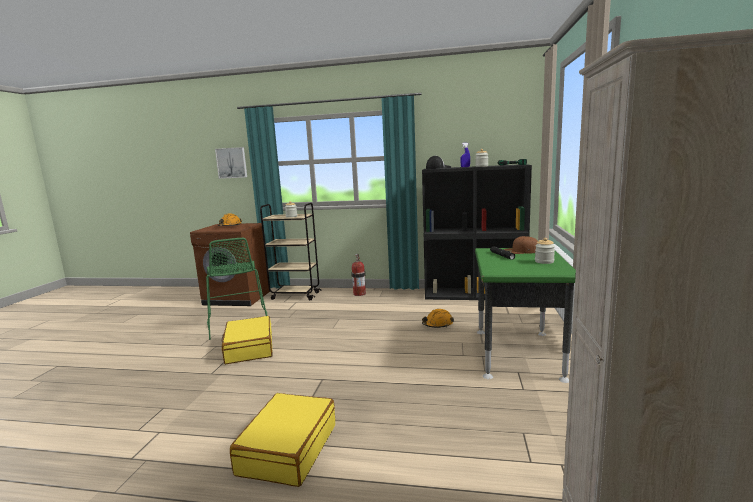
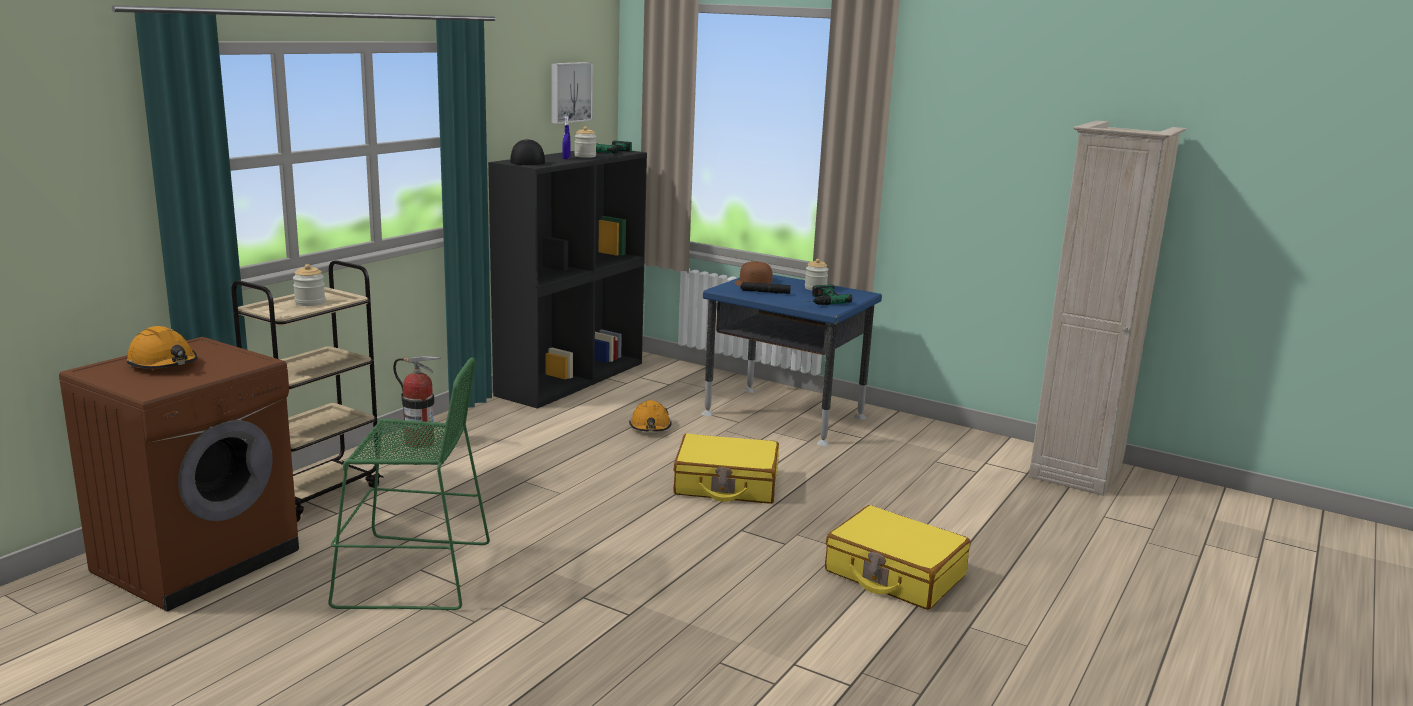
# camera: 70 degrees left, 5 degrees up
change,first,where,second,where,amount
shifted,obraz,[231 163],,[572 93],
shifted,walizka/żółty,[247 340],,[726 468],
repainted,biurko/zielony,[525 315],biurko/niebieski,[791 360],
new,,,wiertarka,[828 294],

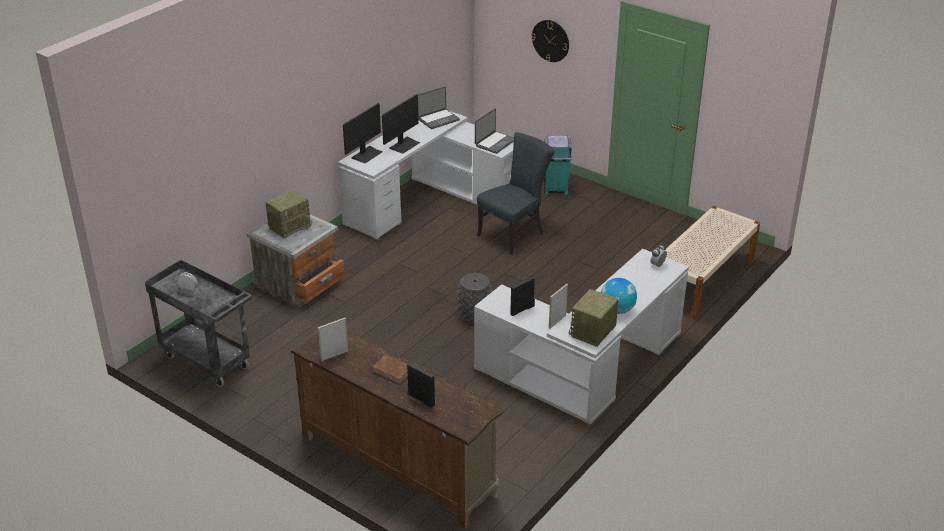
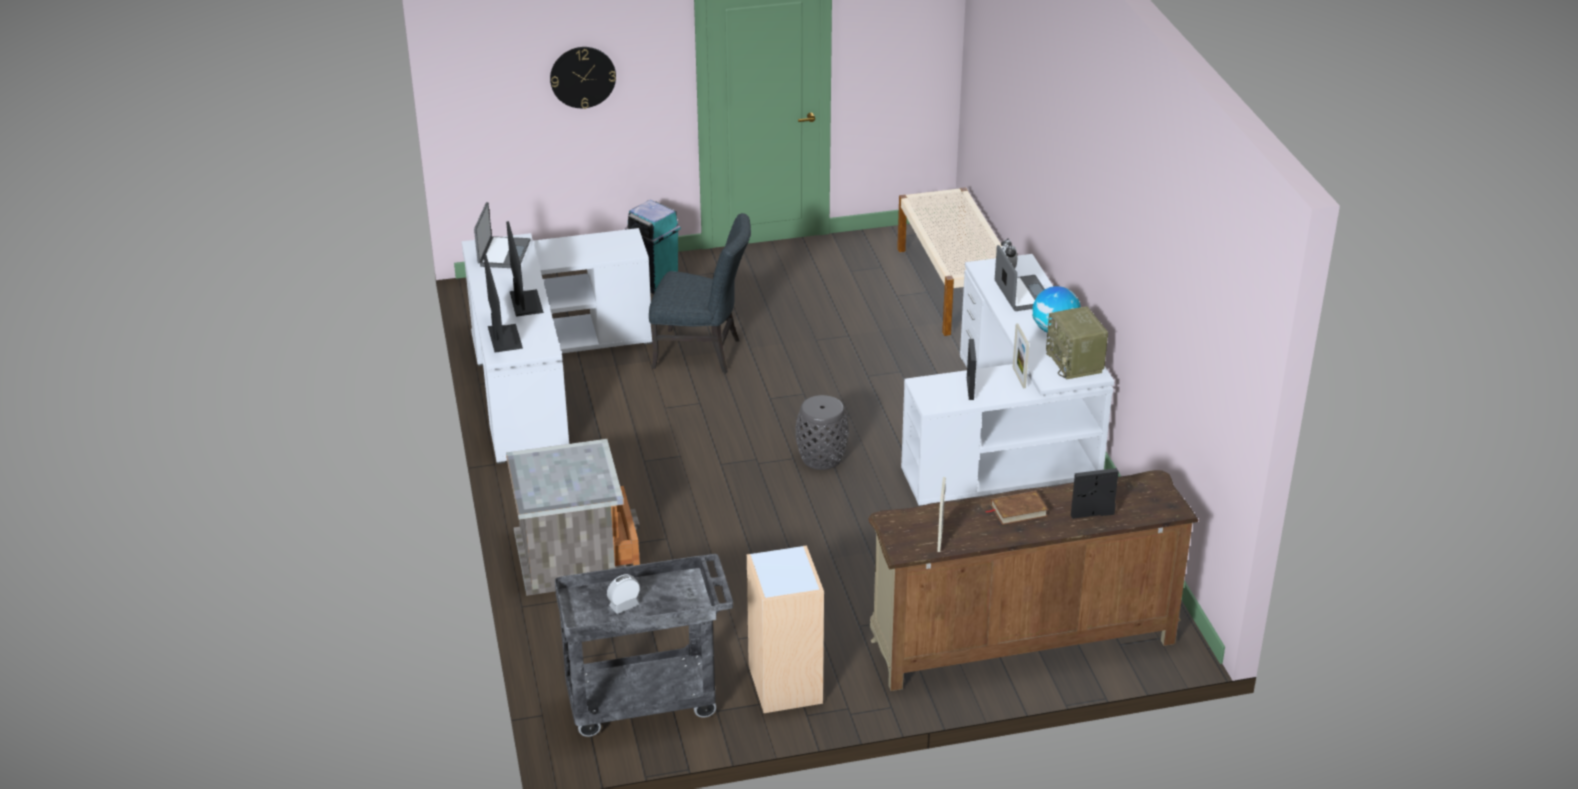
# camera: 50 degrees left, 0 degrees up
change,first,where,second,where,amount
rotated,krzesło/szary,[516 193],,[700 293],105 degrees clockwise
new,,,regał,[785 629],
shifted,laptop,[494 131],,[1020 278],
gone,radio,[288 214],,,

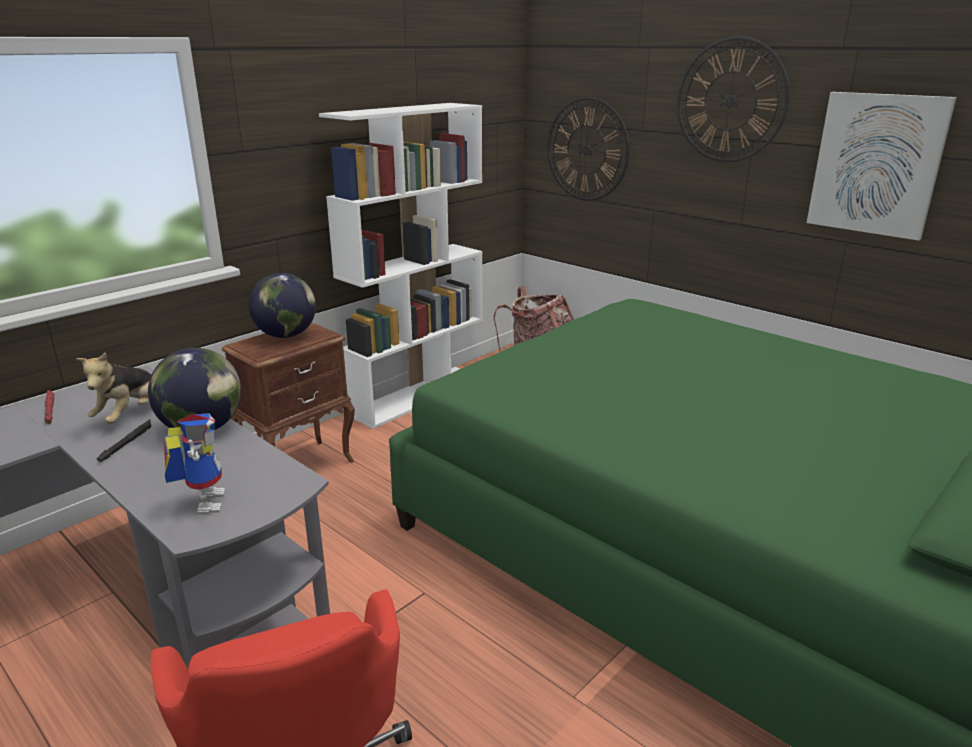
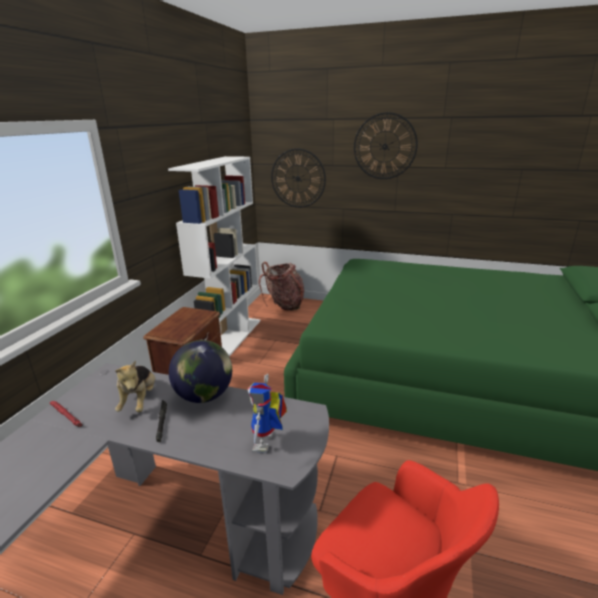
# camera: 25 degrees left, 0 degrees up
change,first,where,second,where,amount
rotated,robot zabawkowy,[194 464],,[267 413],135 degrees counterclockwise
gone,globus,[282 305],,,
gone,obraz,[881 166],,,

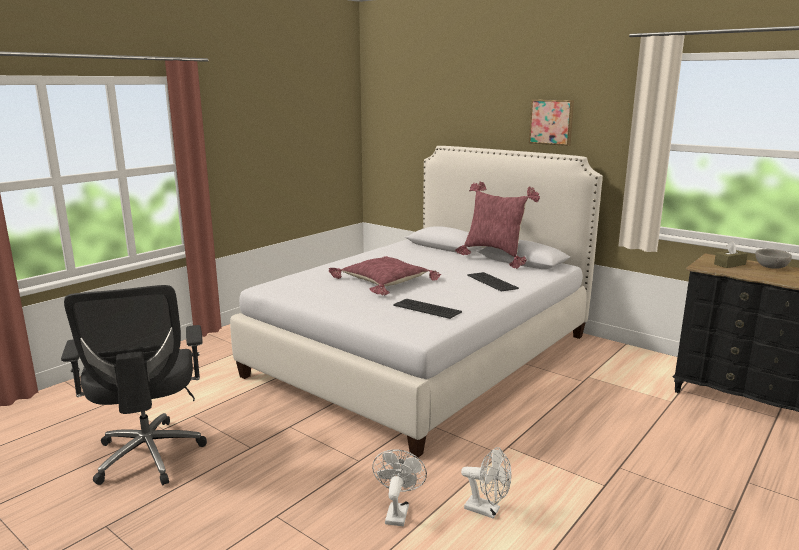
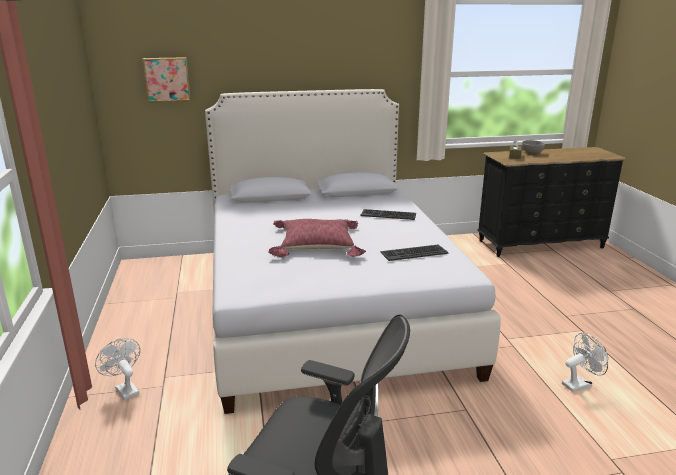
# camera: 50 degrees left, 5 degrees up
change,first,where,second,where,amount
shifted,wentylator/biały,[399 487],,[117 369],
shifted,obraz,[551 122],,[167 79],
gone,poduszka/czerwony,[497 225],,,

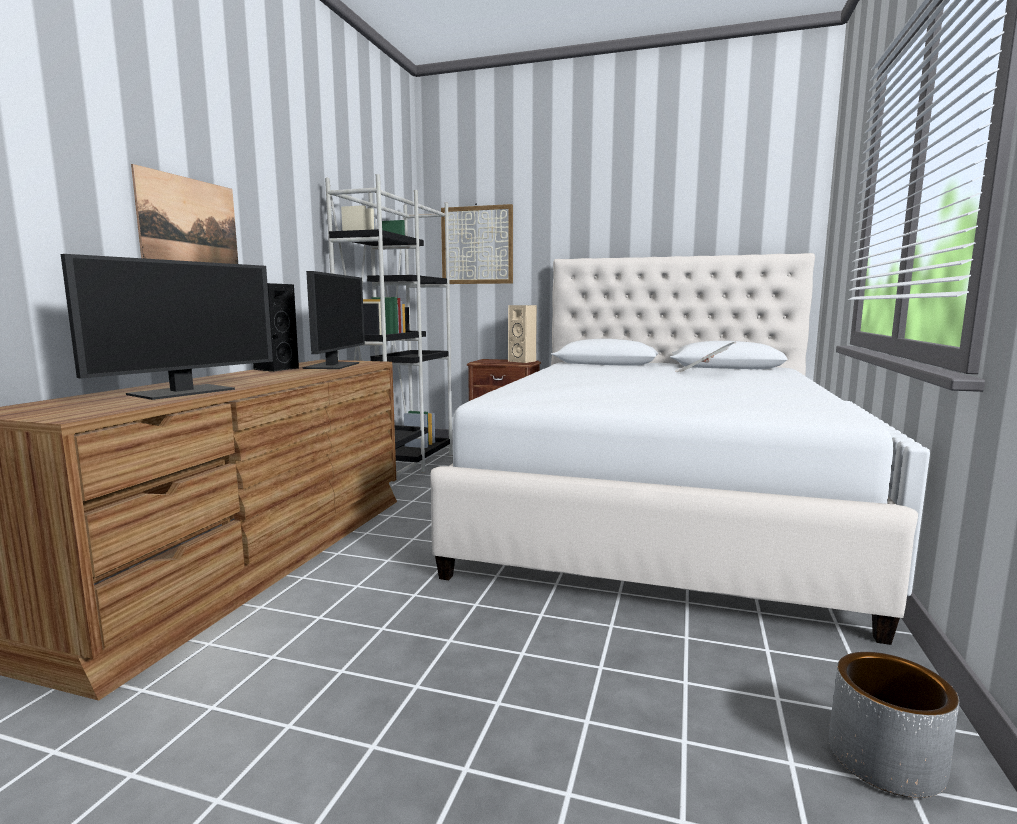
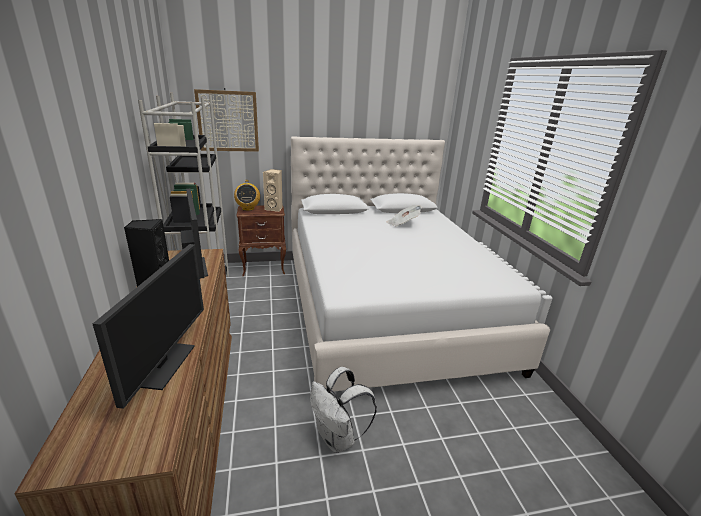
# camera: 30 degrees left, 15 degrees up
change,first,where,second,where,amount
new,,,radio,[247 195],
new,,,plecak/biały,[343 410],
gone,obraz,[184 214],,,
gone,donica/szary,[894 725],,,

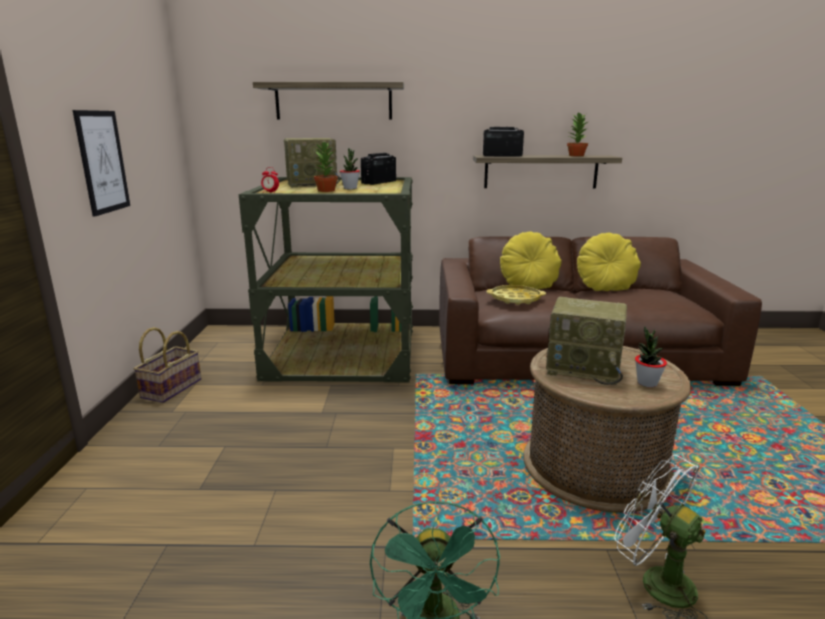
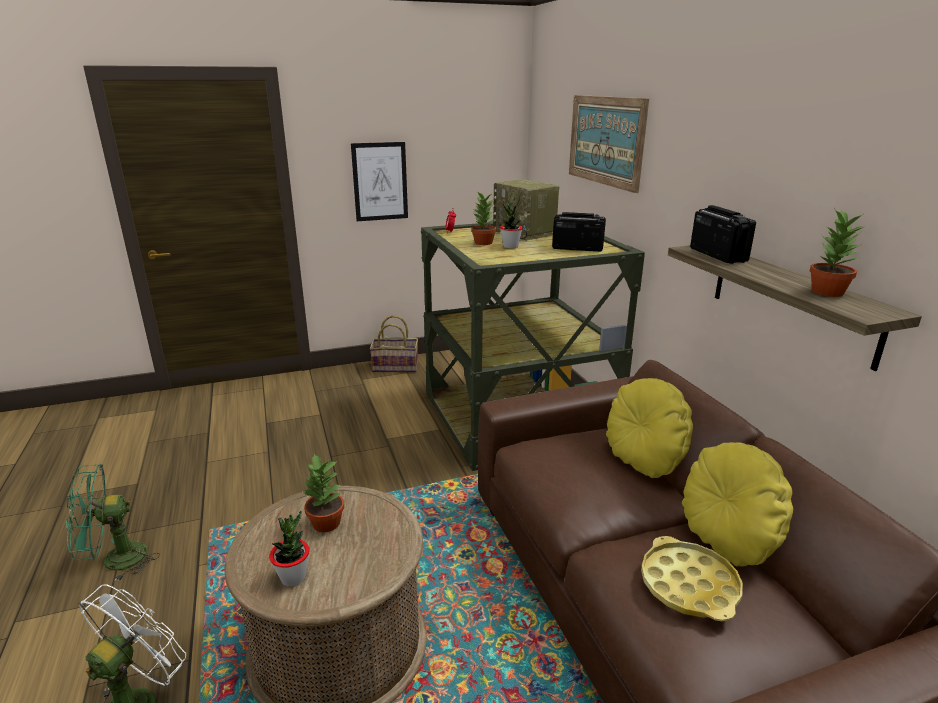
# camera: 70 degrees right, 5 degrees up
change,first,where,second,where,amount
swapped,radio,[586 341],roślina doniczkowa,[323 493],
swapped,półka,[328 100],obraz,[609 144],
shifted,taca/żółty,[516 295],,[692 578],

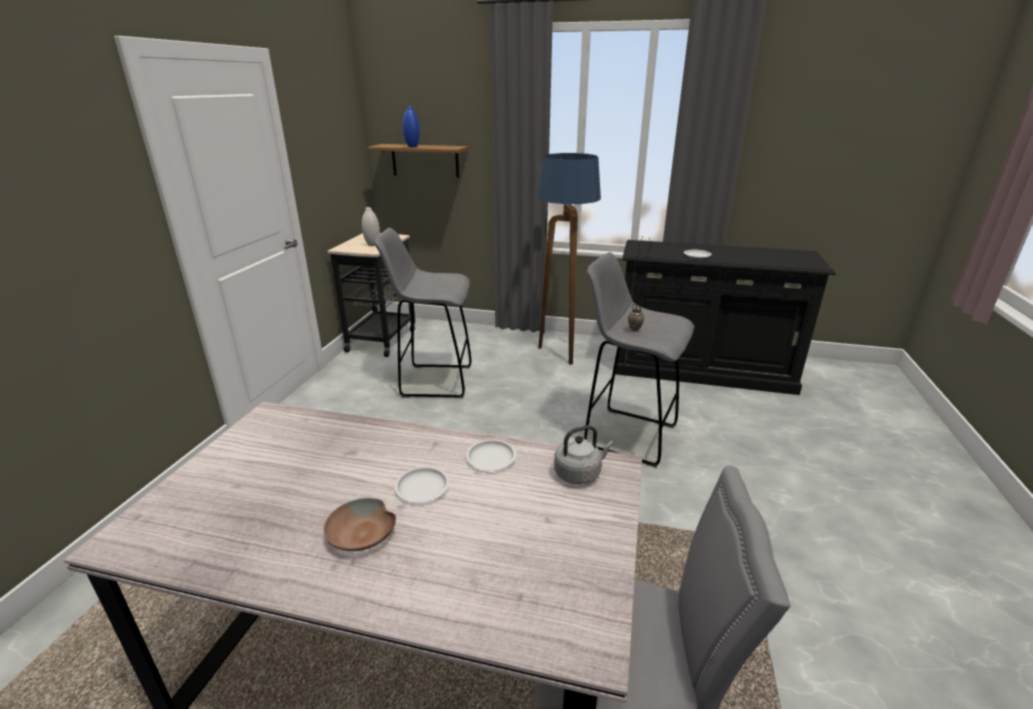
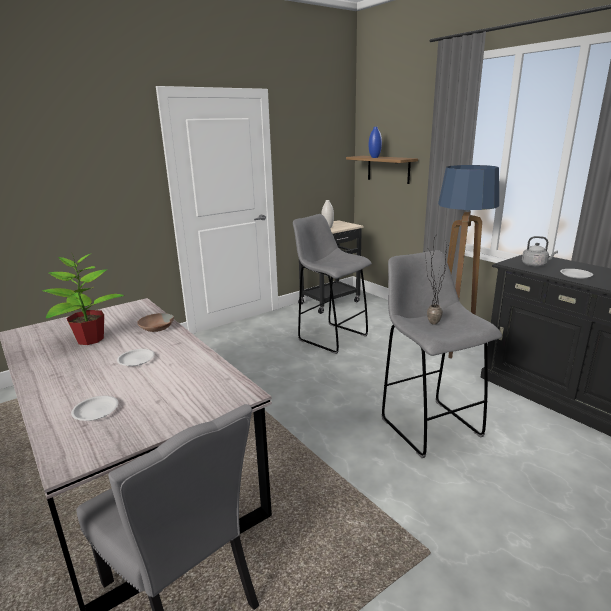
# camera: 40 degrees right, 5 degrees down
change,first,where,second,where,amount
new,,,roślina doniczkowa,[83 299],
shifted,talerz/biały,[491 454],,[94 408],
shifted,miska/brązowy,[359 524],,[155 322],
shifted,czajnik/szary,[584 454],,[540 251],

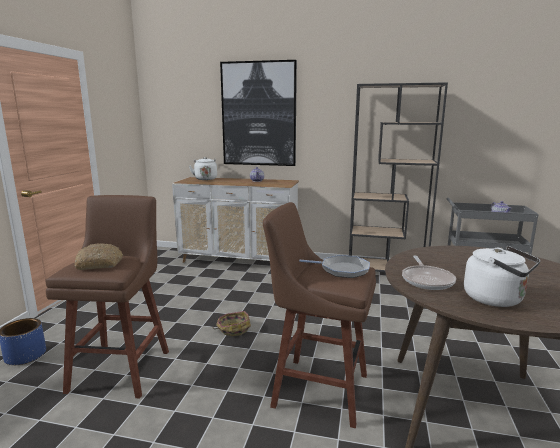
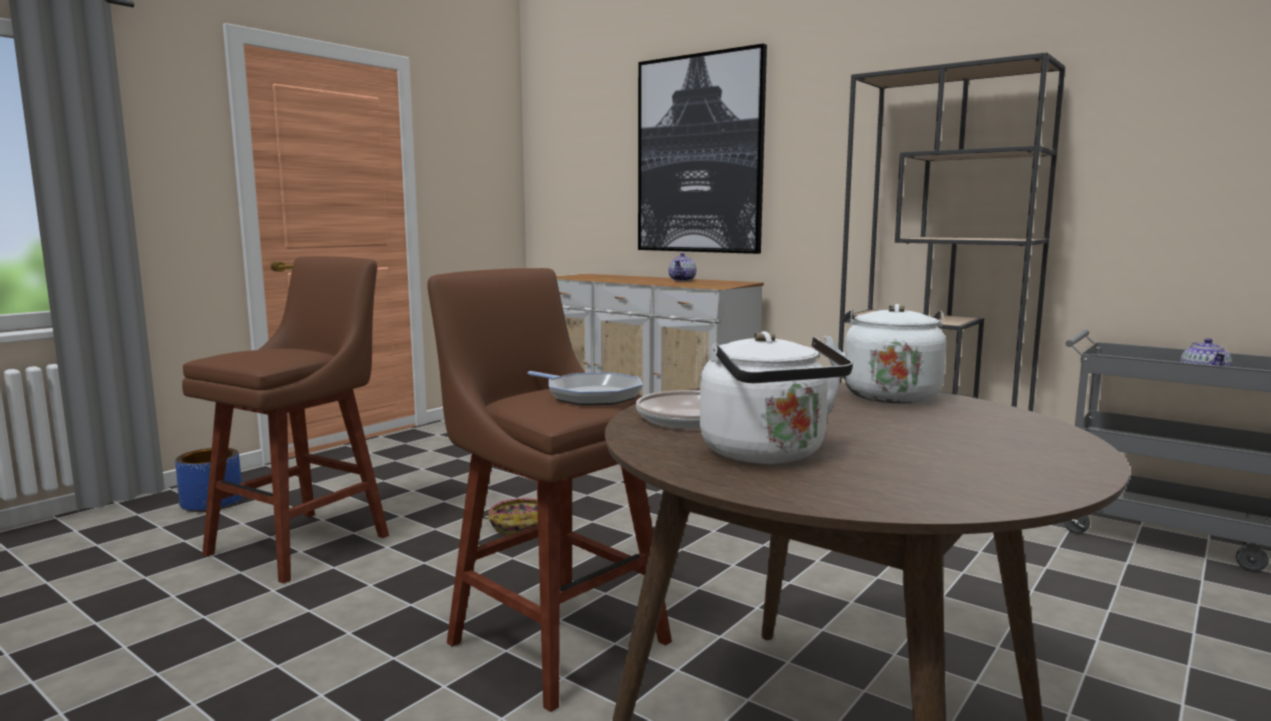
# camera: 25 degrees right, 5 degrees down
change,first,where,second,where,amount
shifted,czajnik/biały,[203 168],,[885 353],
gone,chleb,[99 256],,,

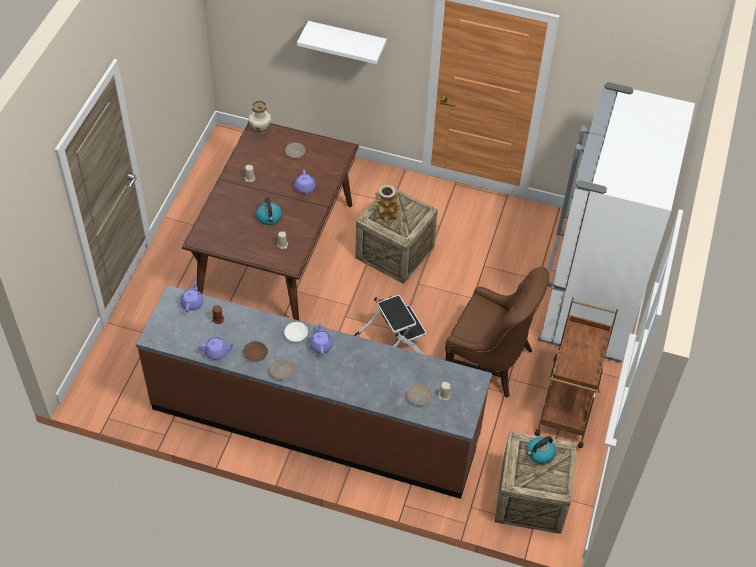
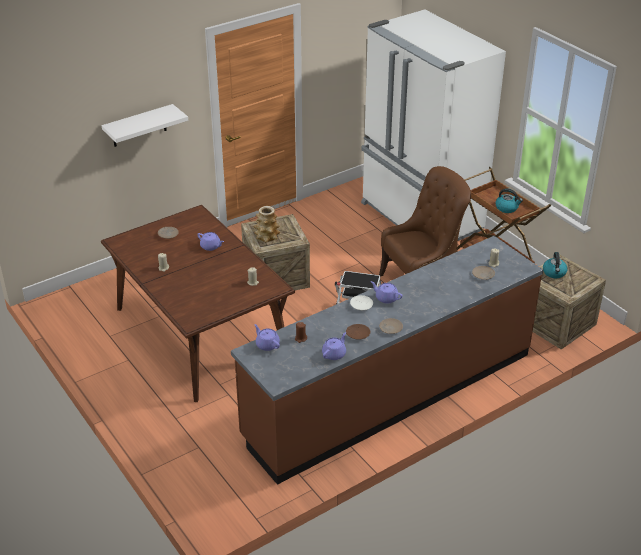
# camera: 50 degrees left, 15 degrees down
change,first,where,second,where,amount
shifted,czajnik,[269 211],,[509 200],
gone,wazon,[260 117],,,

